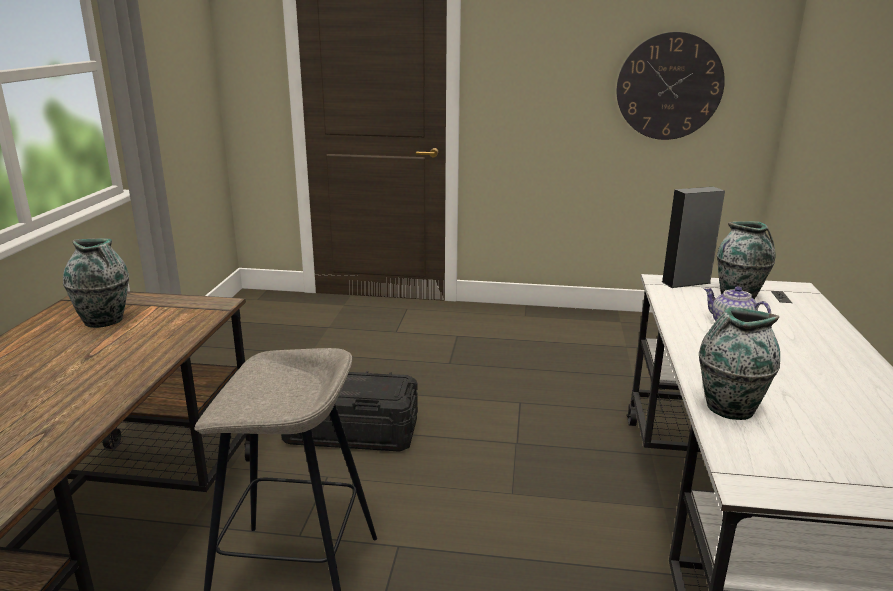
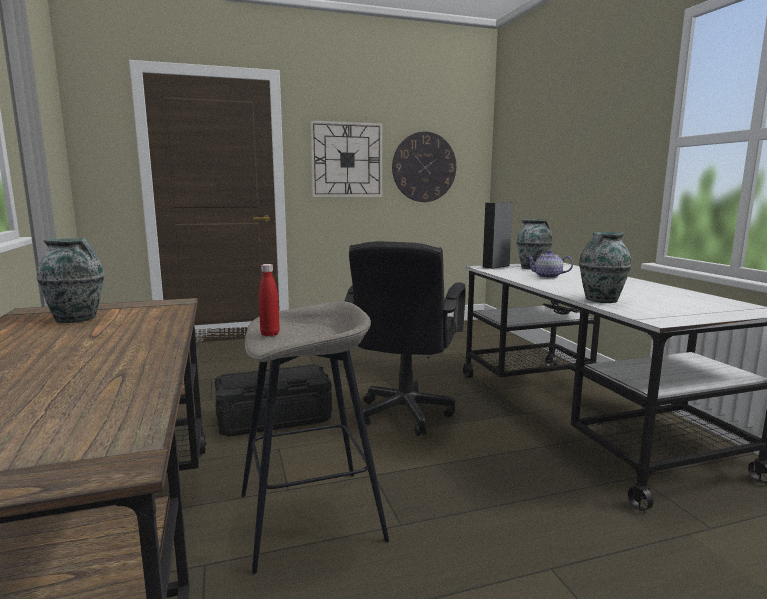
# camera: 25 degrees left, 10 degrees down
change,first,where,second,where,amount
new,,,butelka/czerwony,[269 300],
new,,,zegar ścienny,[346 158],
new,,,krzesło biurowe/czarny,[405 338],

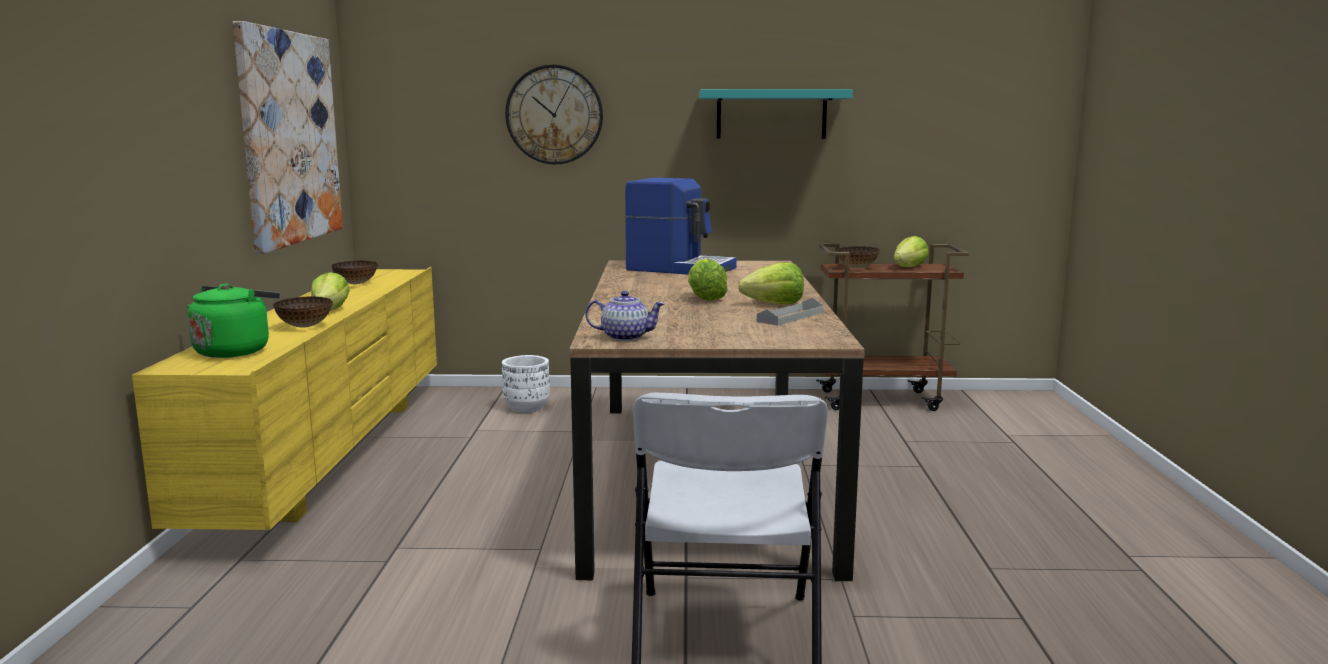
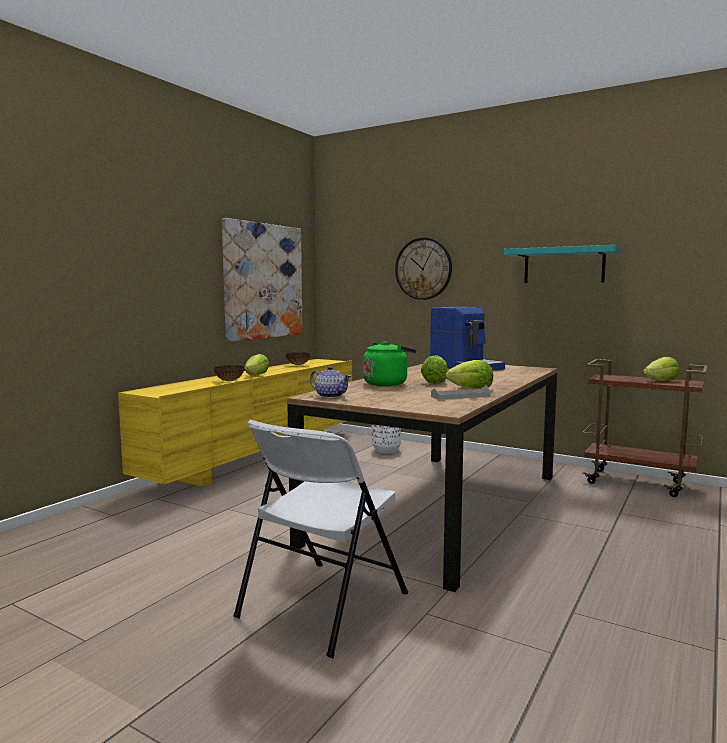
# camera: 30 degrees right, 5 degrees down
change,first,where,second,where,amount
shifted,czajnik/zielony,[233 321],,[389 363],
gone,miska,[858 257],,,

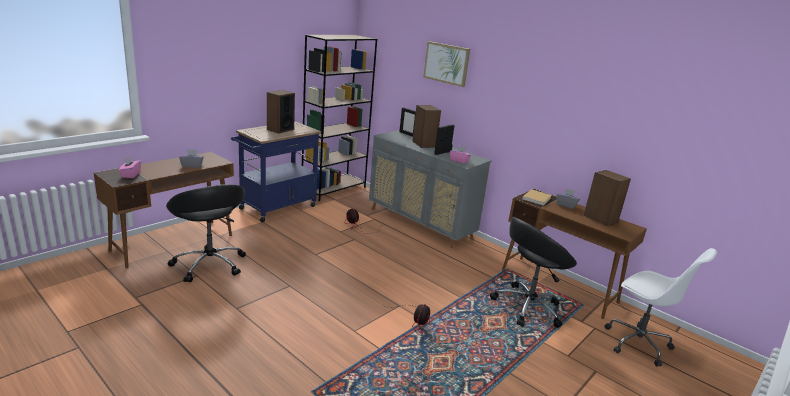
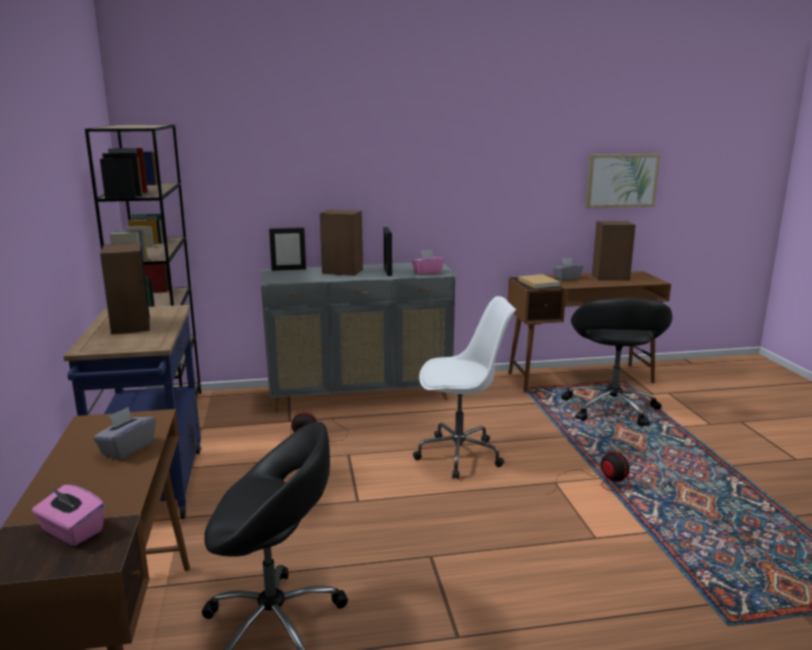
# camera: 50 degrees left, 5 degrees down
change,first,where,second,where,amount
shifted,krzesło biurowe/biały,[660 307],,[464 387],
shifted,obraz,[446 64],,[622 181],

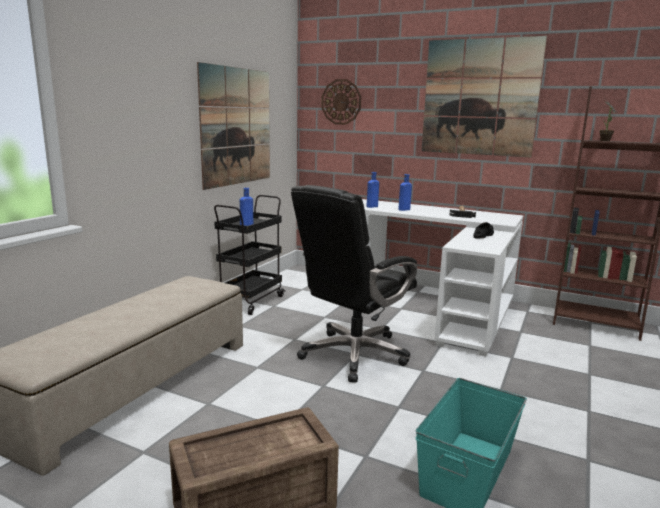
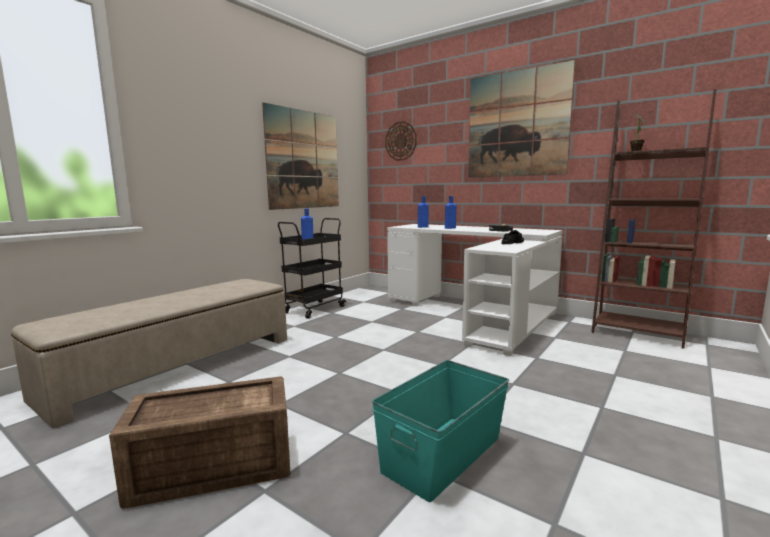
# camera: 10 degrees right, 5 degrees down
change,first,where,second,where,amount
gone,krzesło biurowe/czarny,[354 284],,,

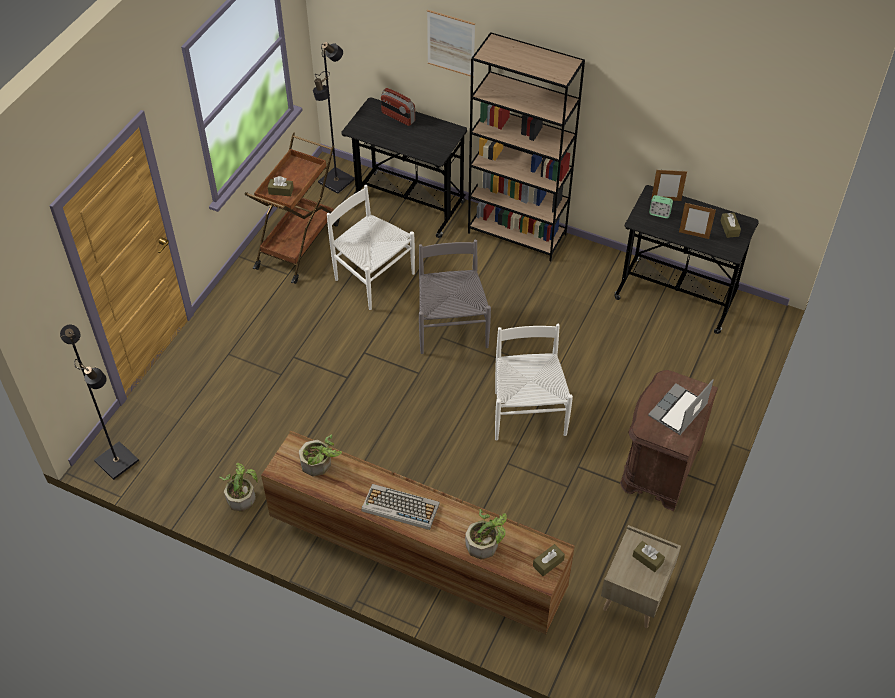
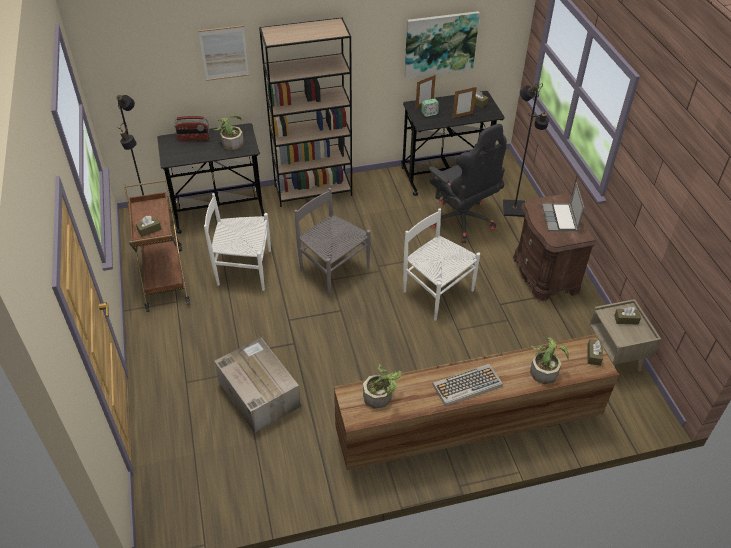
# camera: 40 degrees left, 5 degrees down
change,first,where,second,where,amount
shifted,roślina doniczkowa,[238 487],,[229 132],
new,,,karton,[257 385],
new,,,obraz,[442 44],
new,,,krzesło biurowe/czarny,[468 183],
shifted,lampa stojąca/czarny,[99 402],,[526 150],

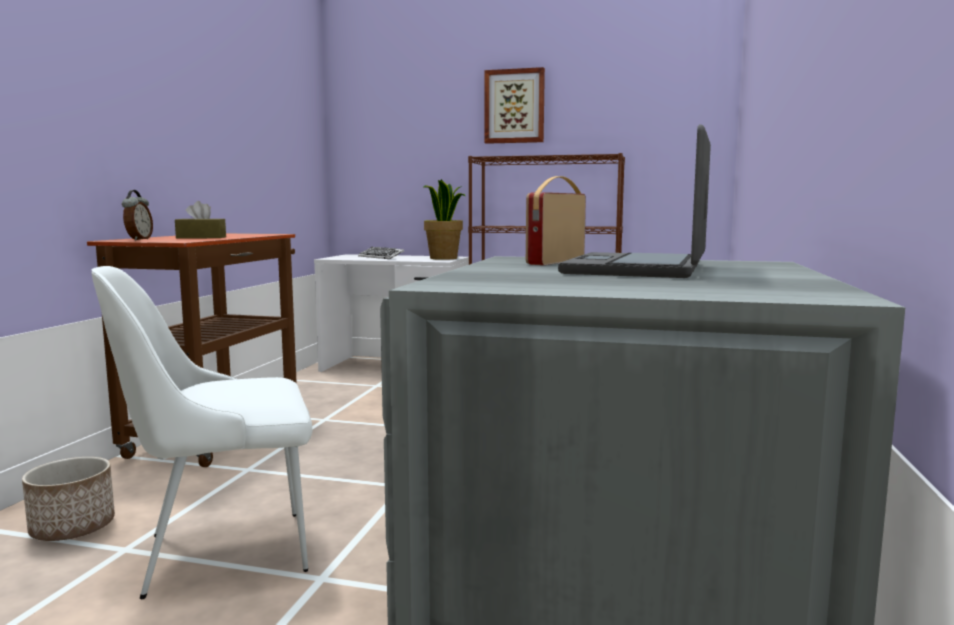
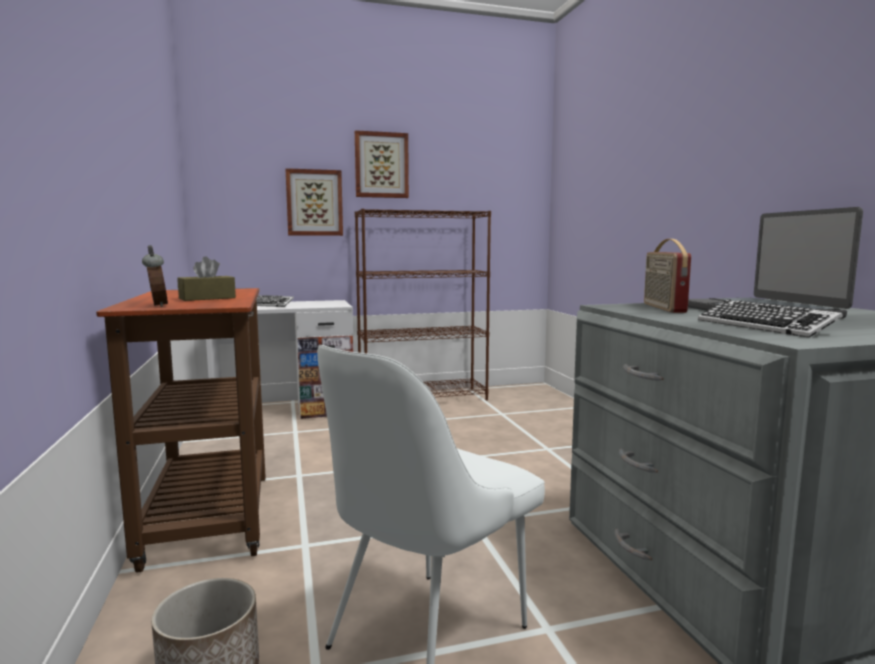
# camera: 30 degrees left, 0 degrees up
change,first,where,second,where,amount
new,,,obraz,[314 202],
new,,,klawiatura,[770 318],
gone,roślina doniczkowa,[444 219],,,

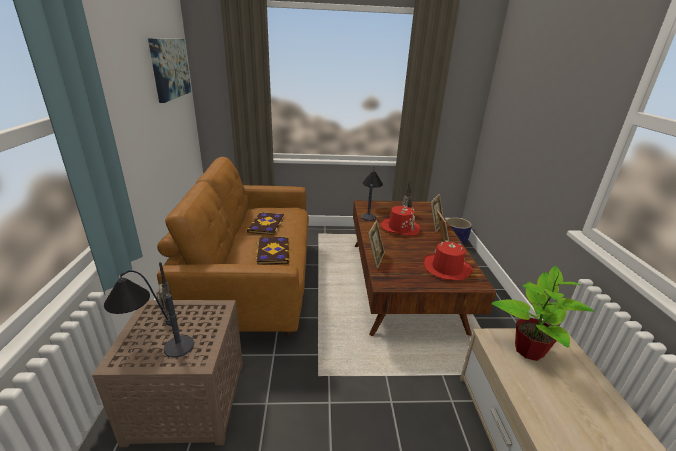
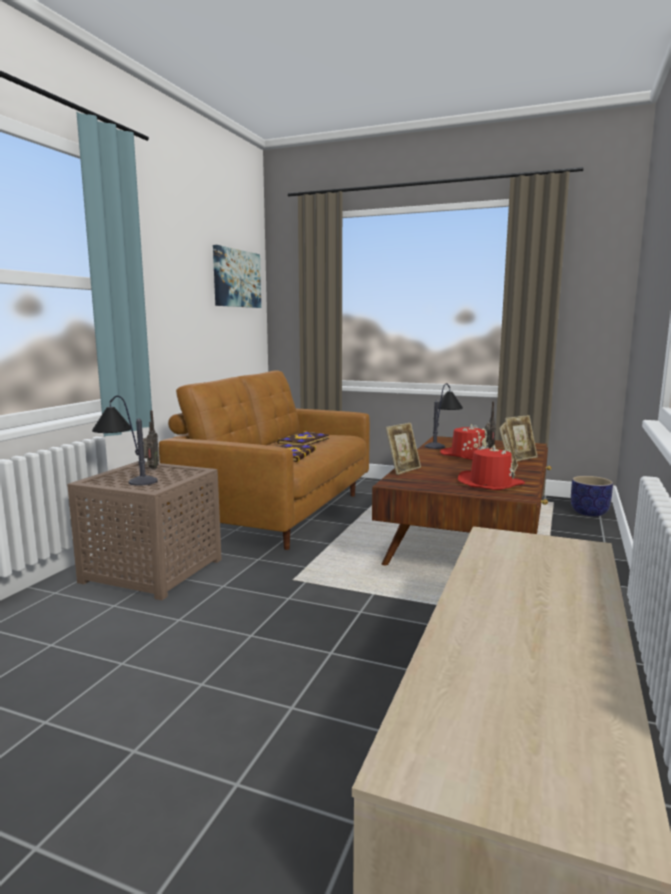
# camera: 25 degrees right, 15 degrees down
change,first,where,second,where,amount
gone,roślina doniczkowa,[543 313],,,

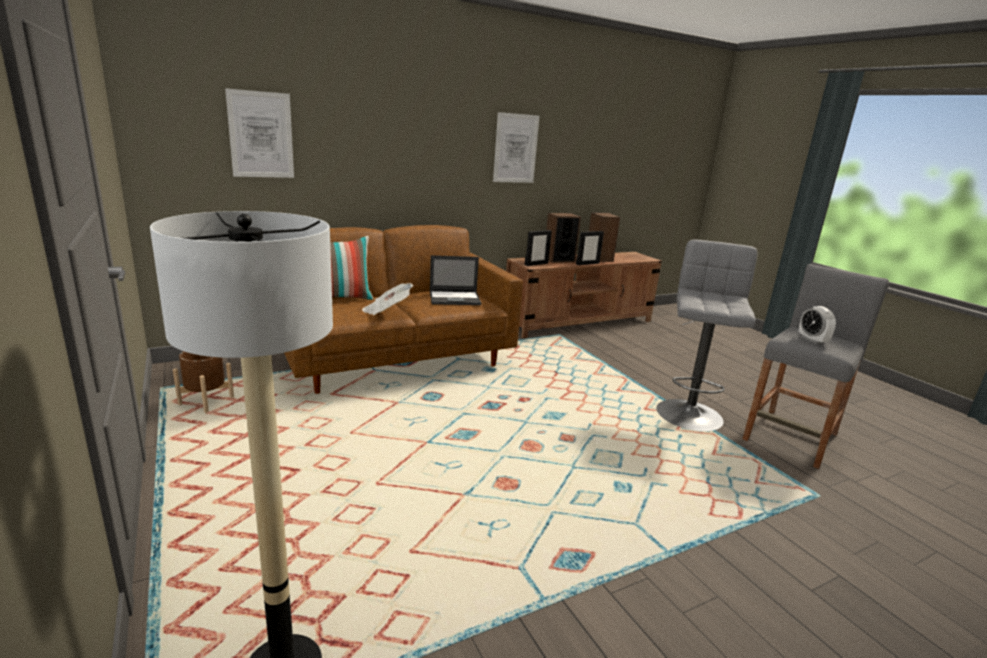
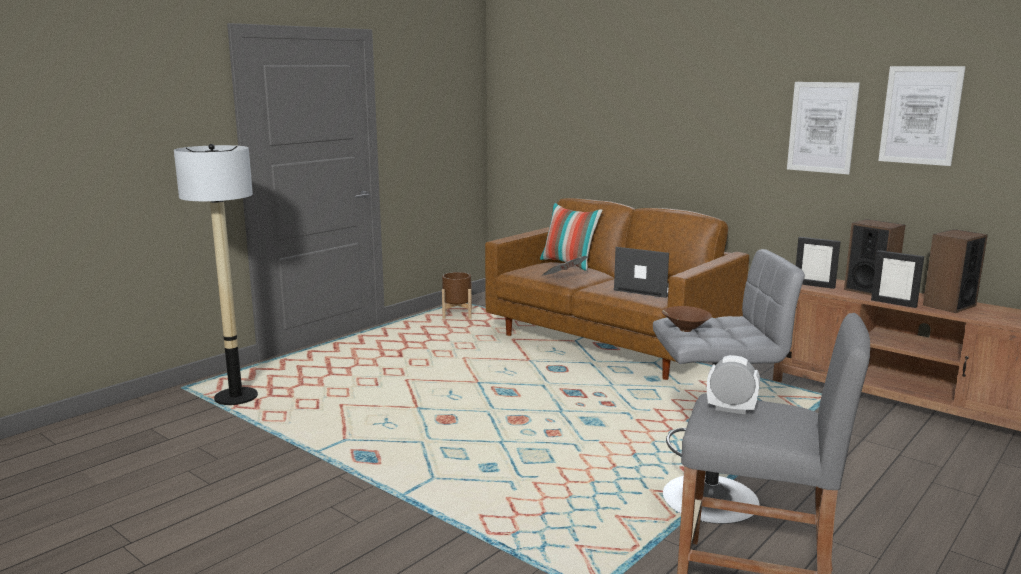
# camera: 70 degrees right, 5 degrees down
change,first,where,second,where,amount
rotated,laptop,[455 280],,[641 272],150 degrees clockwise
new,,,miska/brązowy,[687 319],
rotated,budzik,[817 325],,[733 385],60 degrees clockwise
shifted,obraz,[259 133],,[922 116],

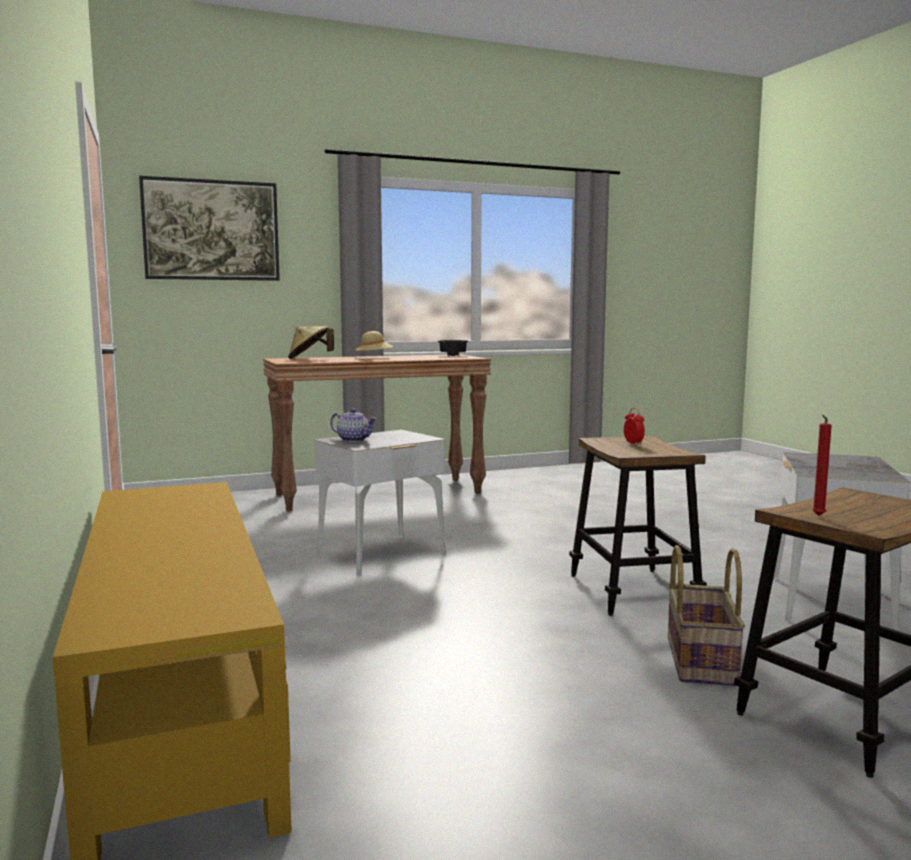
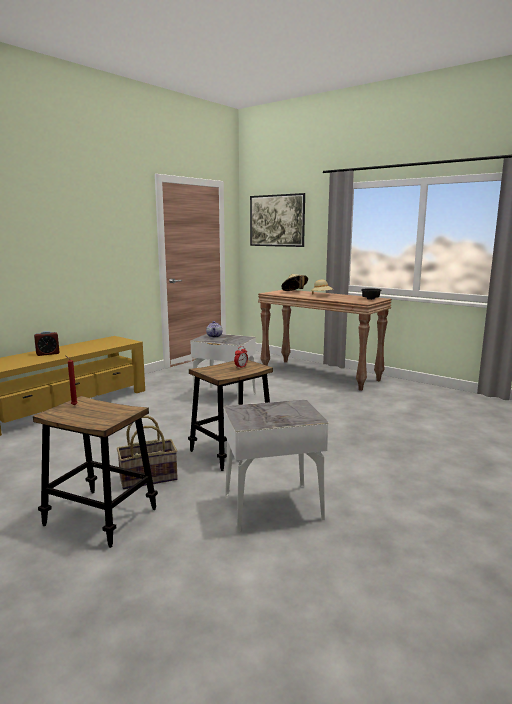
# camera: 60 degrees right, 5 degrees up
change,first,where,second,where,amount
new,,,budzik,[46 343],

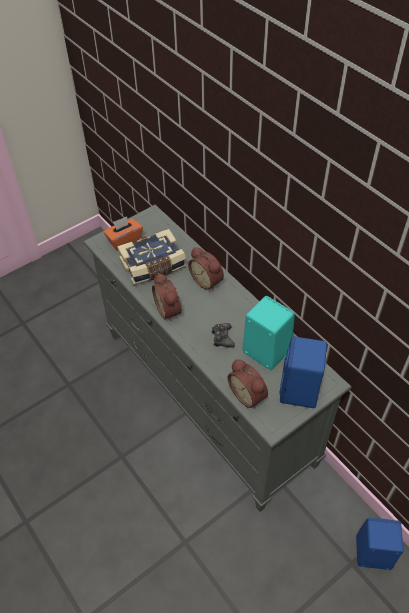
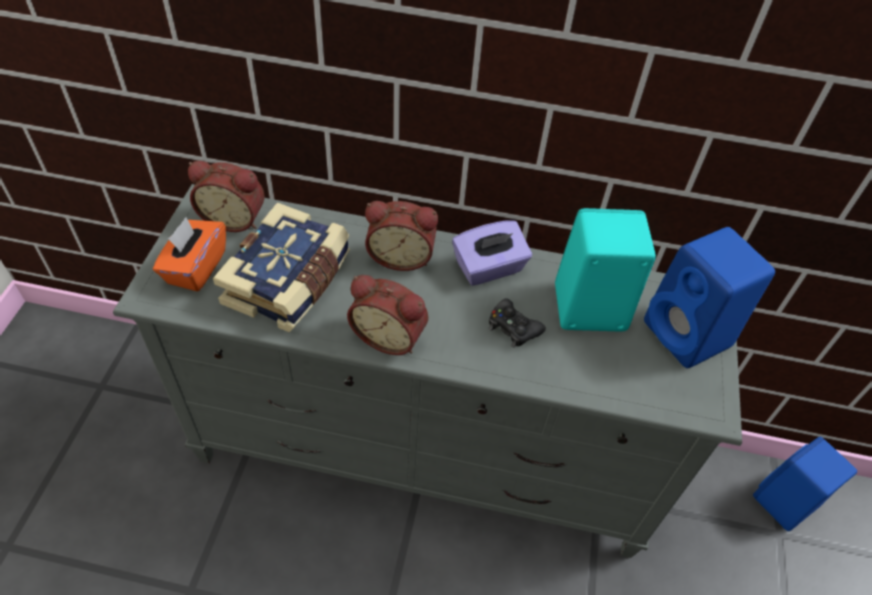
# camera: 45 degrees left, 0 degrees up
change,first,where,second,where,amount
shifted,budzik,[248 384],,[226 196],
new,,,pudełko chusteczek/fioletowy,[492 253],

